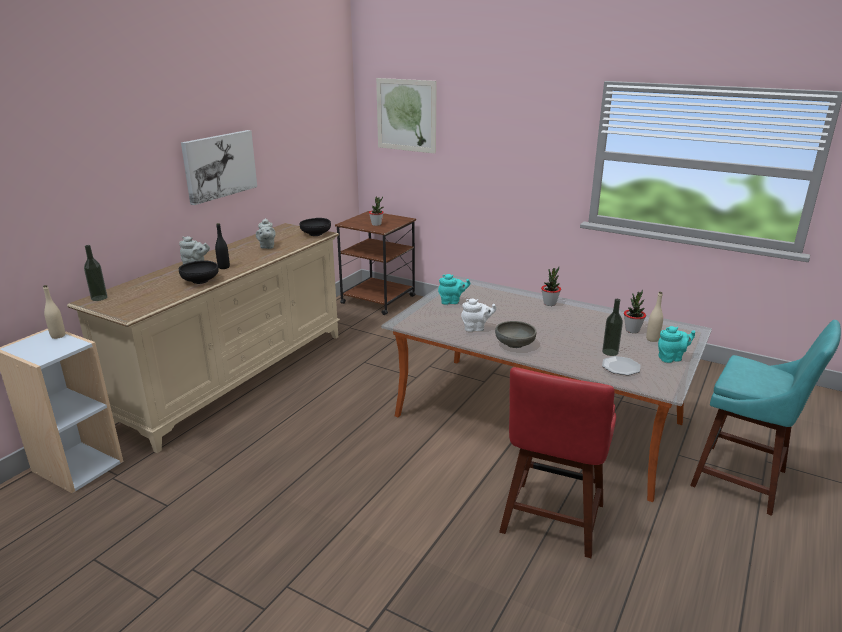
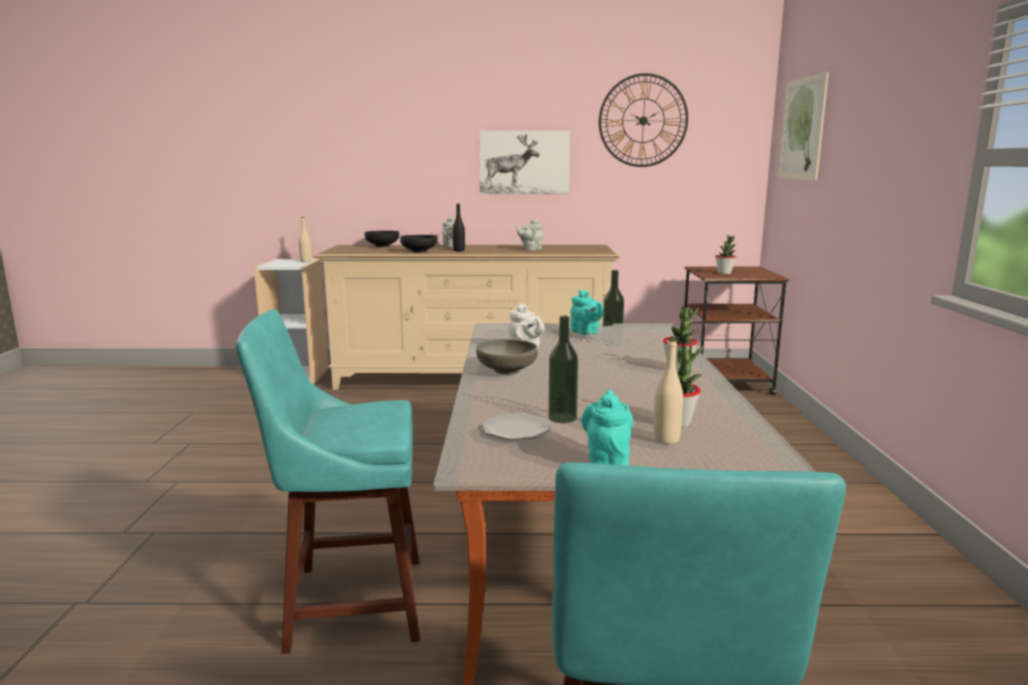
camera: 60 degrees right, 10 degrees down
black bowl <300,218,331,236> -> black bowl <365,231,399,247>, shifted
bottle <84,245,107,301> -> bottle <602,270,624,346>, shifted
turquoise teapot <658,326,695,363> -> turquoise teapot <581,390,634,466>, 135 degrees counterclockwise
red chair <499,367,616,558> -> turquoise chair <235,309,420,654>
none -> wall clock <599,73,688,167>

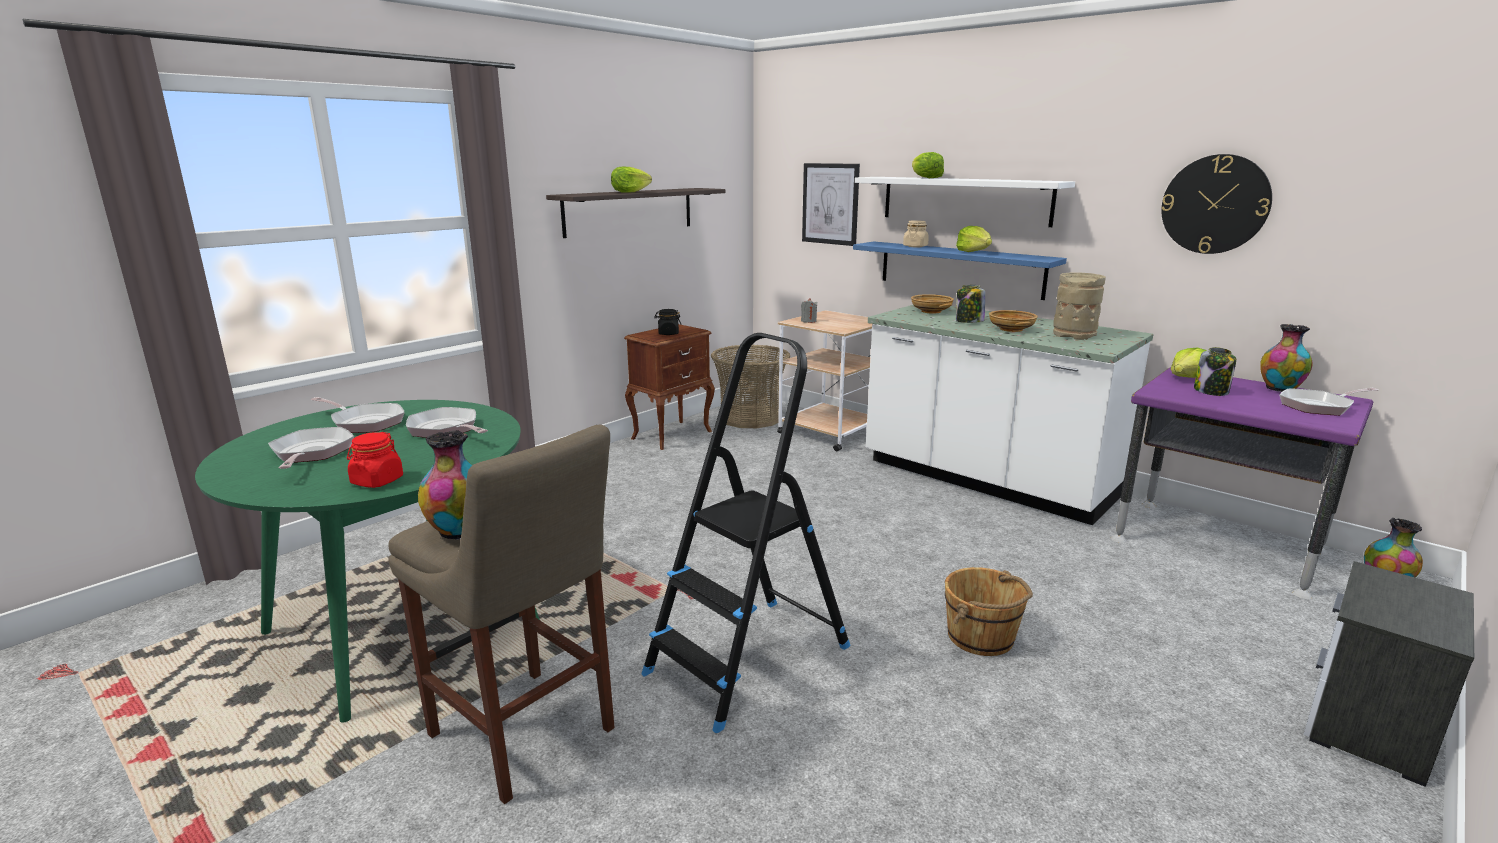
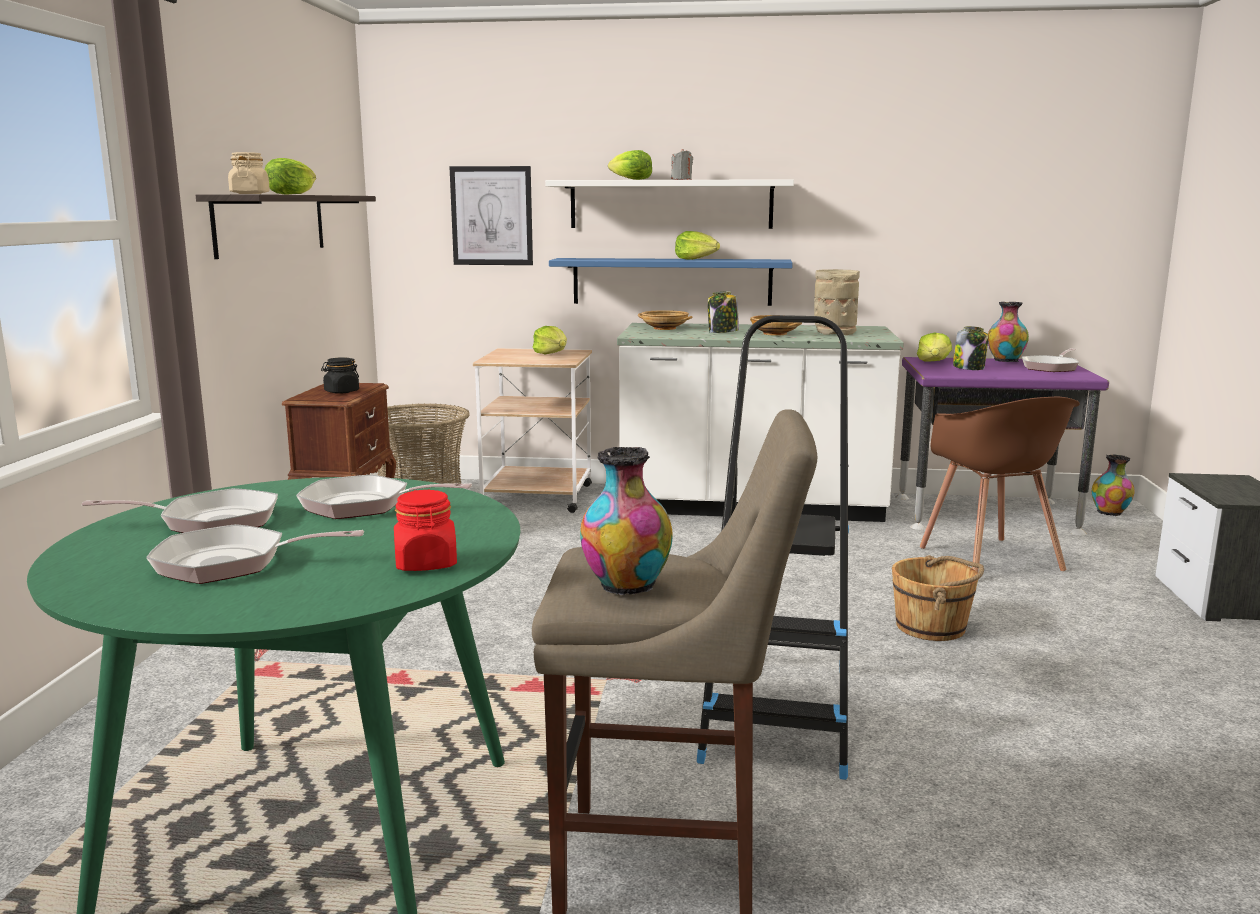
camera: 35 degrees left, 5 degrees down
wall clock <1161,154,1272,254> -> none
beige jar <903,220,929,247> -> beige jar <228,152,270,194>, shifted
grey candle <801,298,818,323> -> grey candle <671,149,693,180>, shifted
frying pan <268,427,354,469> -> frying pan <146,524,364,584>, 45 degrees counterclockwise
none -> lettuce <533,326,567,354>
none -> brown chair <920,397,1080,573>

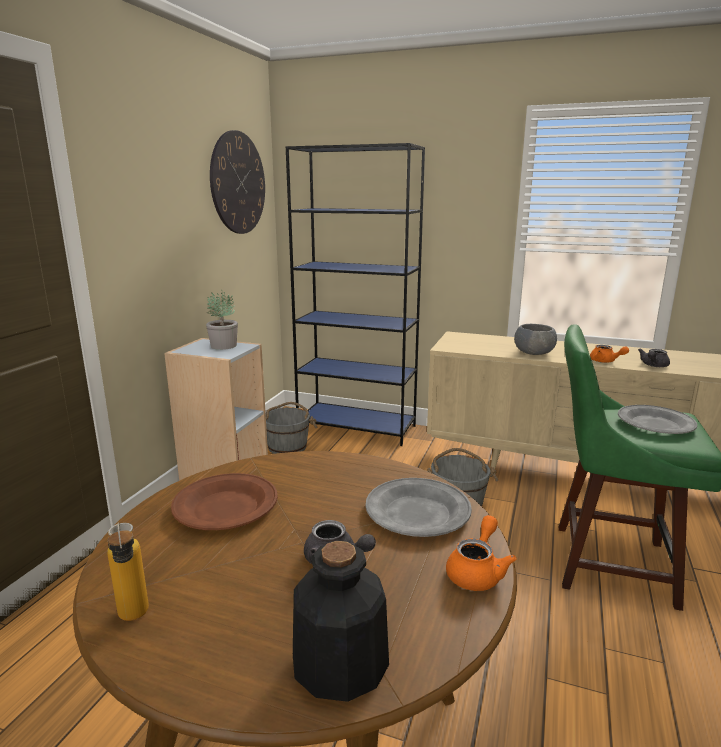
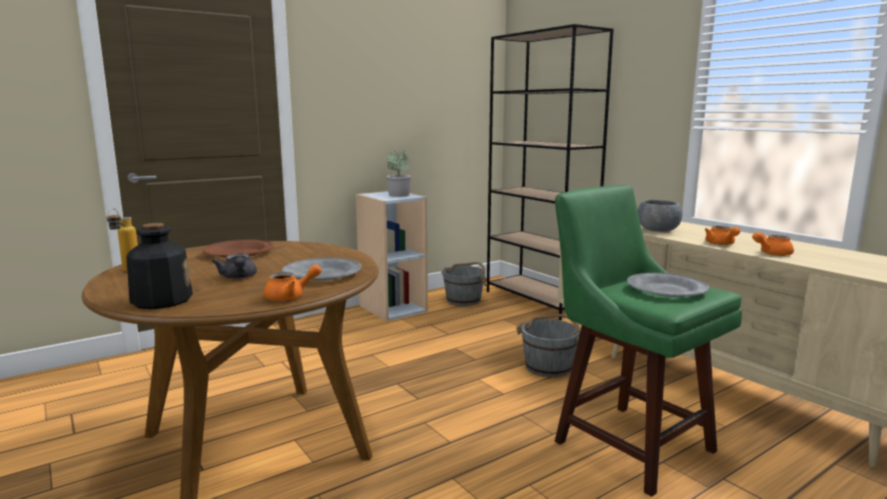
camera: 35 degrees right, 5 degrees down
wall clock <210,130,265,234> -> none
blue bookcase <286,143,425,446> -> beige bookcase <487,24,614,320>
grey teapot <638,348,670,367> -> orange teapot <752,232,794,256>

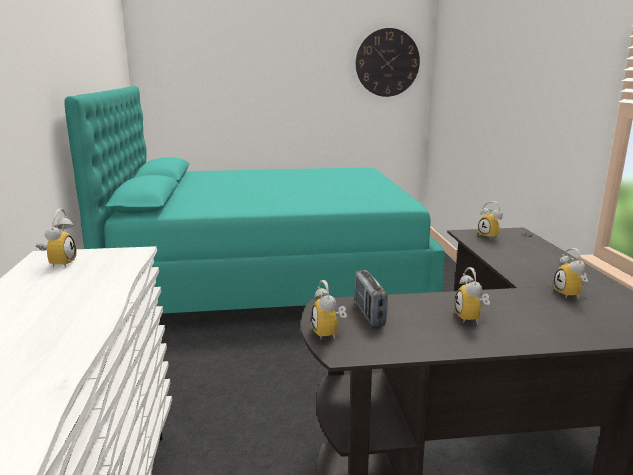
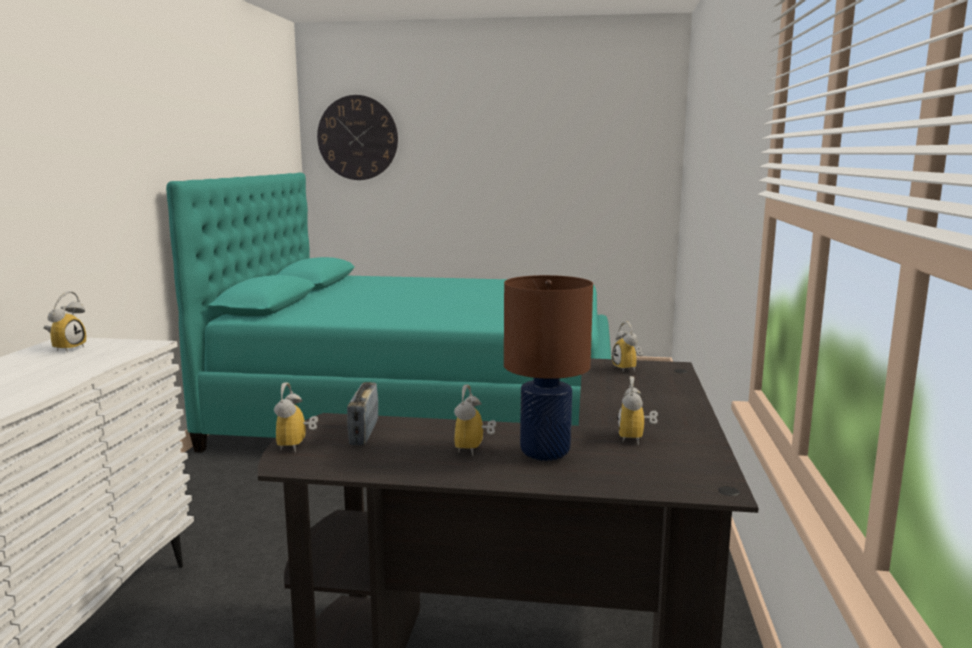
camera: 15 degrees right, 5 degrees down
wall clock <356,28,420,97> -> wall clock <317,95,398,180>, shifted
none -> brown table lamp <504,275,593,461>

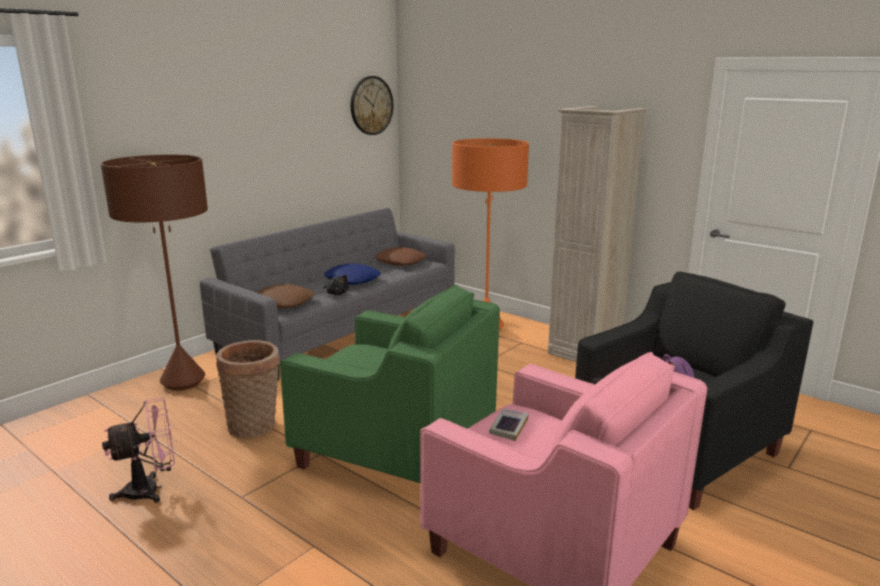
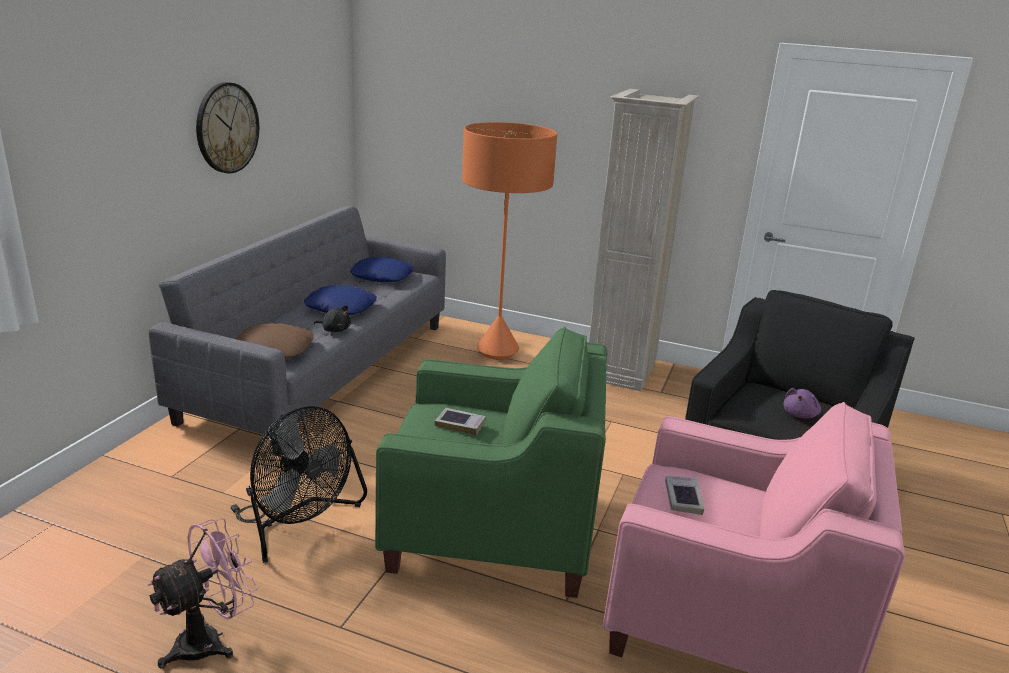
camera: 20 degrees left, 5 degrees up
wall clock <351,76,393,135> -> wall clock <196,82,259,173>, shifted
brown floor lamp <101,155,208,390> -> none
brown pillow <375,247,426,265> -> blue pillow <350,257,414,282>
basket <216,340,279,438> -> black fan <231,406,367,563>
none -> book <435,408,486,435>

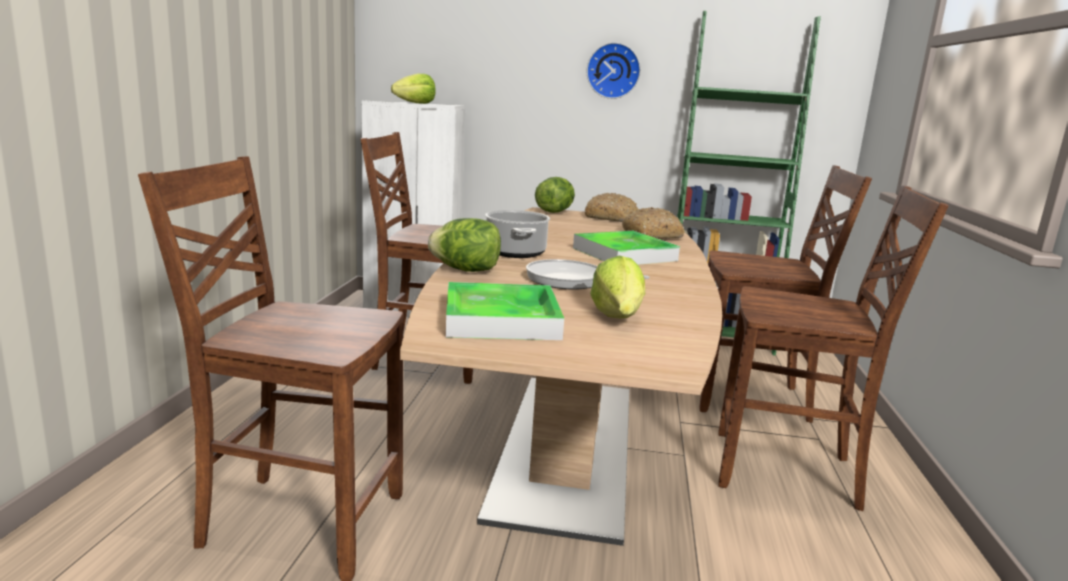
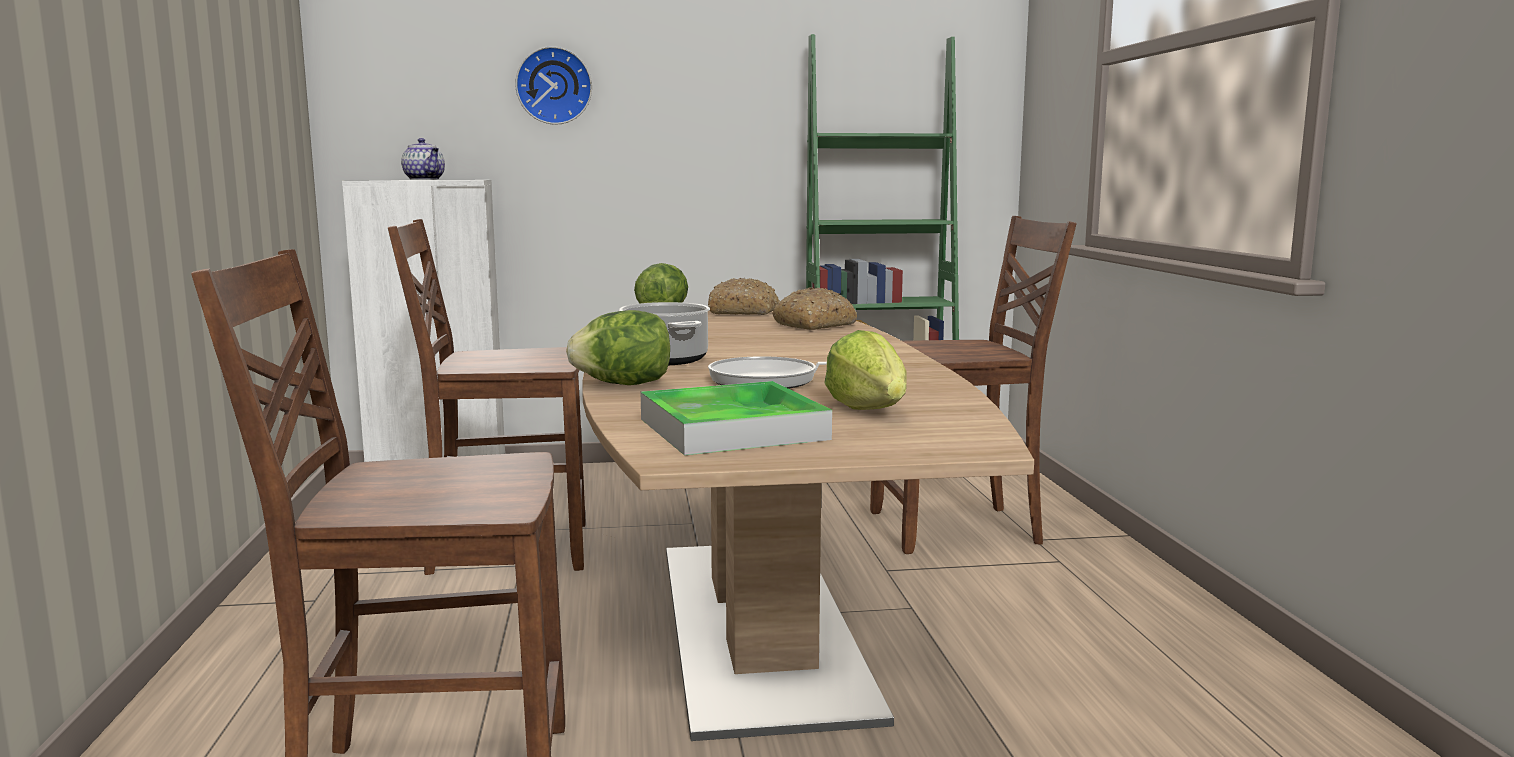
camera: 15 degrees left, 5 degrees down
wall clock <587,42,641,99> -> wall clock <515,46,592,125>, shifted
lettuce <391,73,435,104> -> teapot <401,138,445,180>
brown chair <718,185,949,511> -> none
tray <573,231,680,265> -> none

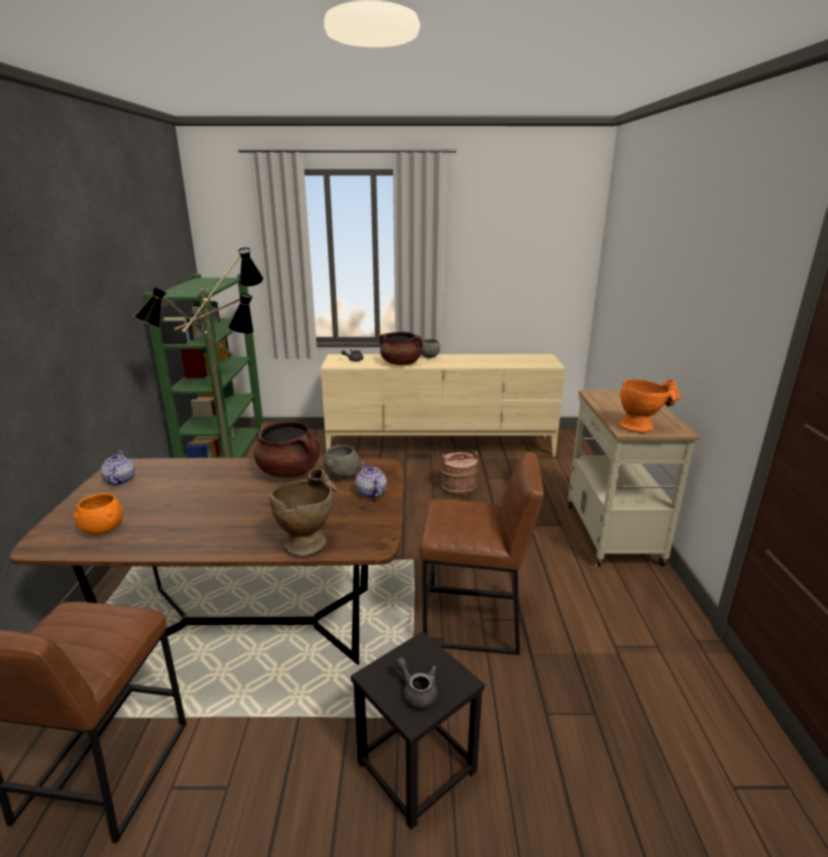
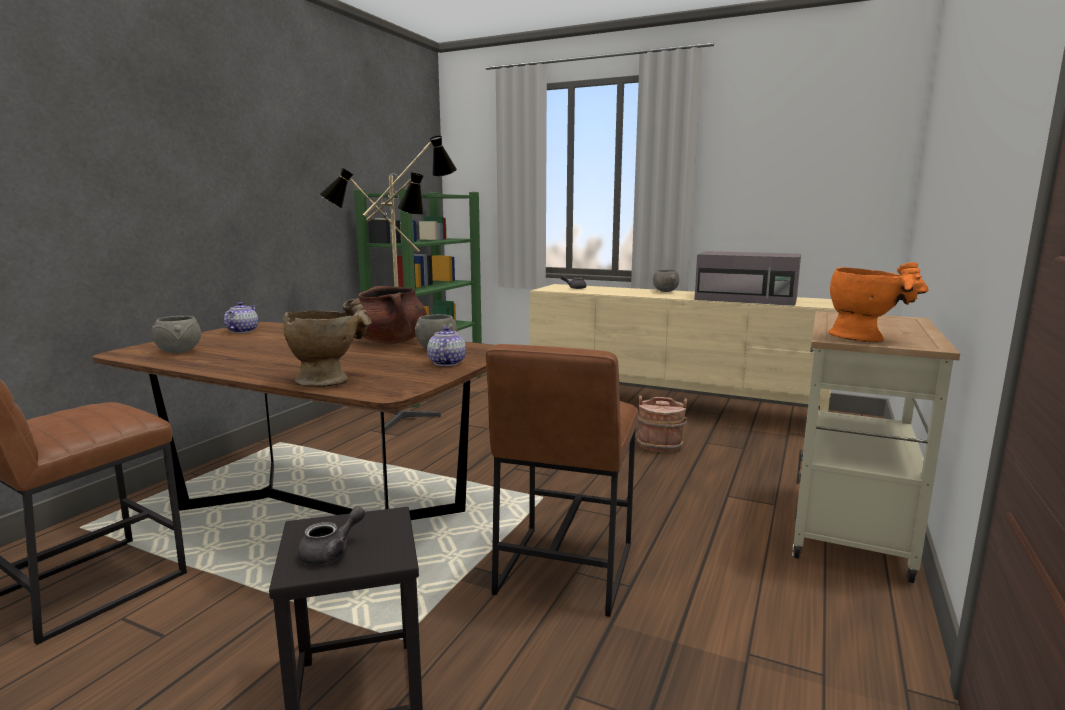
camera: 25 degrees right, 10 degrees down
brown cooking pot <380,332,423,365> -> none
brown chair <419,452,544,655> -> brown chair <486,344,638,617>, 75 degrees clockwise
orange bowl <74,493,123,535> -> grey bowl <152,316,201,353>
grey teapot <396,657,438,710> -> grey teapot <298,506,366,565>, 60 degrees clockwise
none -> grey microwave <695,251,801,306>

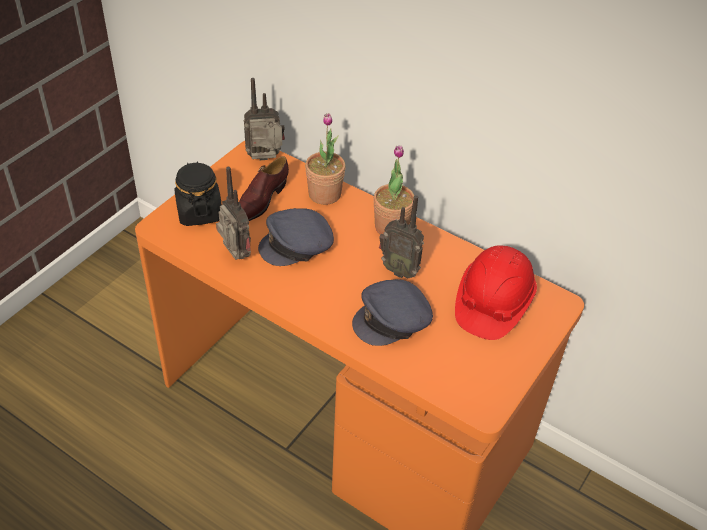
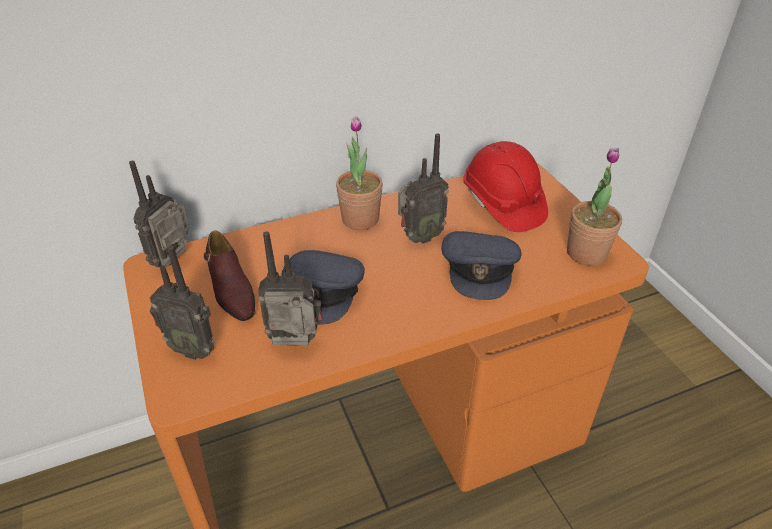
camera: 55 degrees left, 5 degrees down
potted plant <305,113,346,205> -> potted plant <567,147,622,265>, shifted
black jar <174,161,222,226> -> radio <150,246,215,360>

